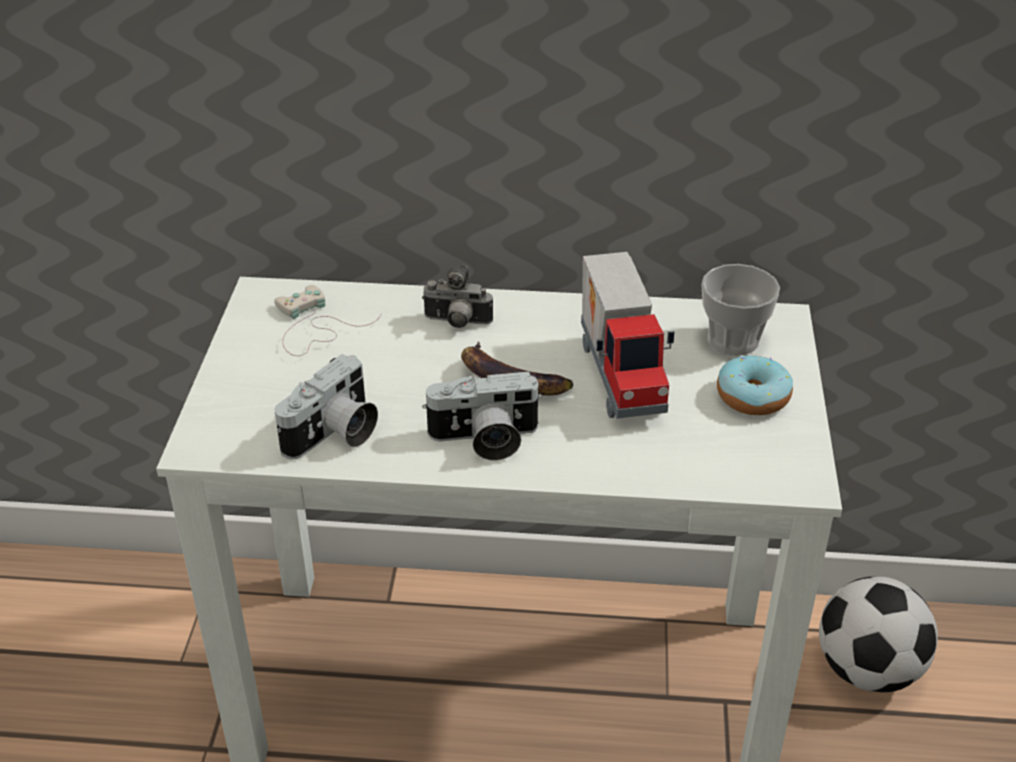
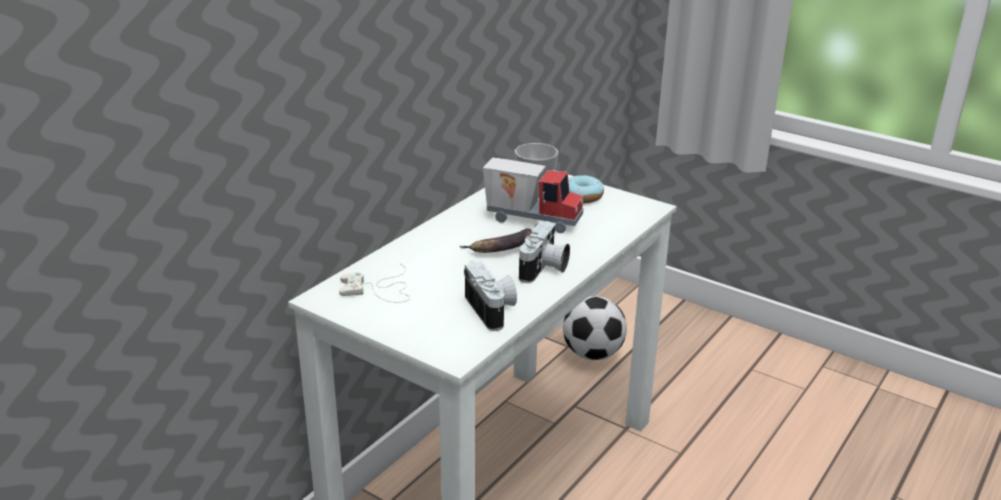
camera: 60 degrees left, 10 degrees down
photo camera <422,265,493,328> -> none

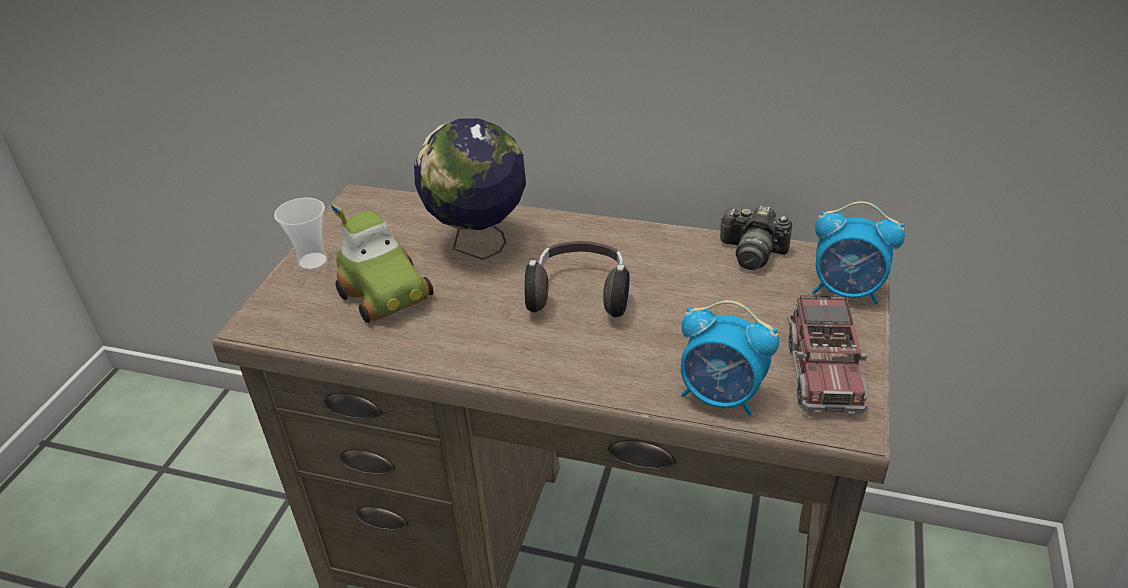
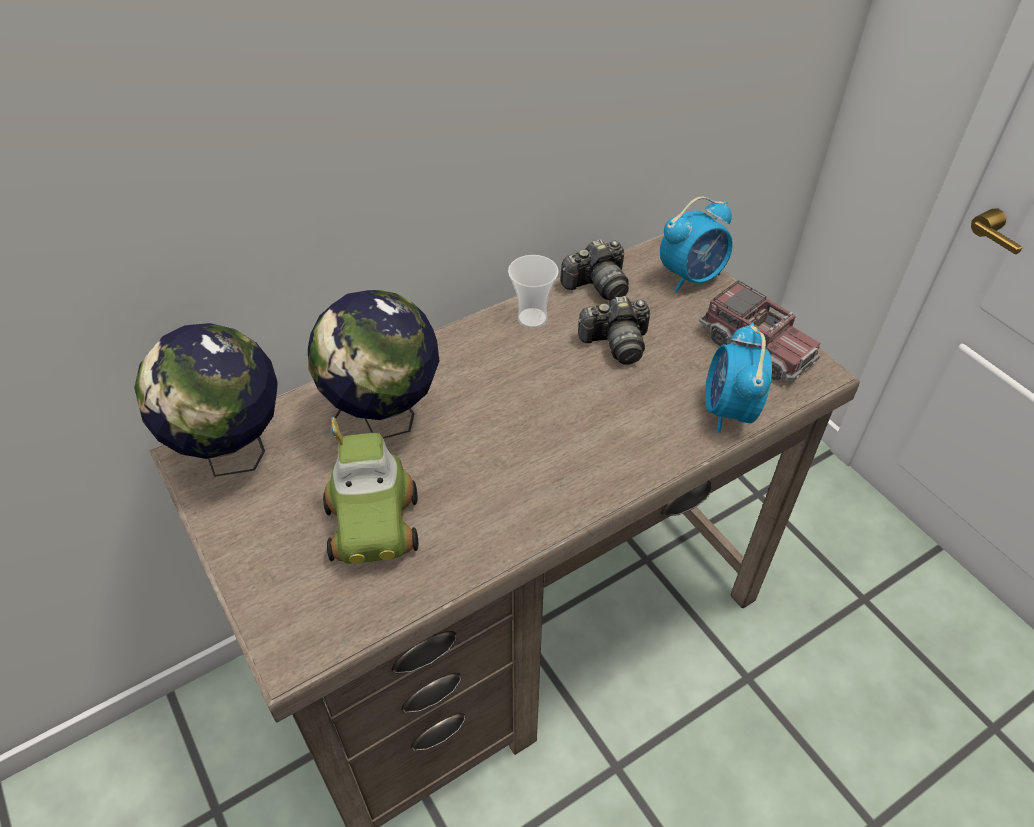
camera: 50 degrees left, 10 degrees up
cup <274,197,328,271> -> cup <508,255,559,329>, shifted
toy car <331,204,434,323> -> toy car <323,417,418,564>, 75 degrees clockwise
headphones <525,241,630,317> -> none
alarm clock <681,300,779,415> -> alarm clock <705,323,772,433>, 120 degrees clockwise
none -> photo camera <578,296,650,365>
none -> globe <134,323,278,477>

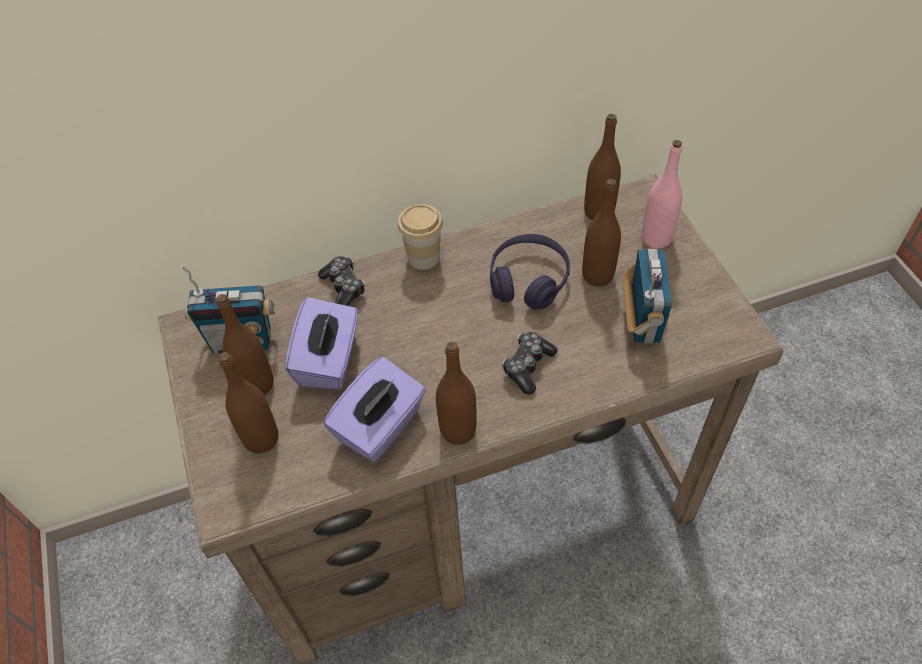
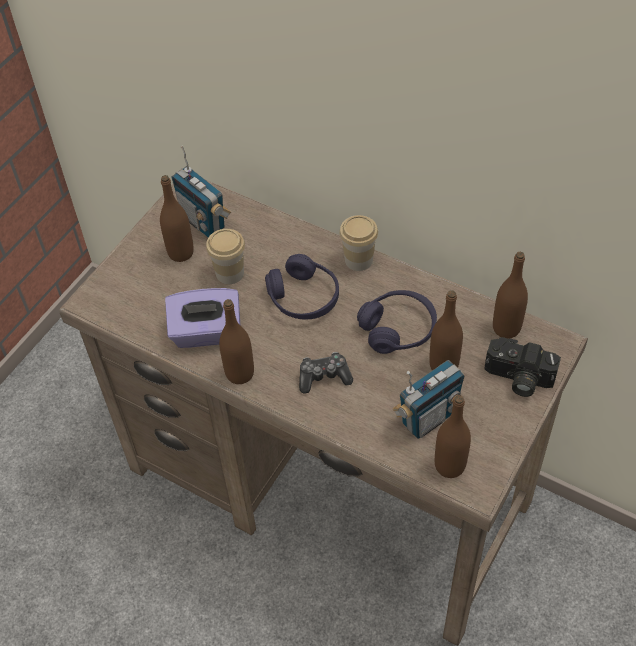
camera: 50 degrees right, 0 degrees up
pink bottle <642,140,683,249> -> photo camera <485,337,561,397>
game controller <318,256,365,306> -> none
purple tissue box <286,297,358,389> -> cup <206,229,245,284>
brown bottle <219,352,278,453> -> brown bottle <435,395,471,478>, shifted
none -> purple headphones <265,254,339,320>

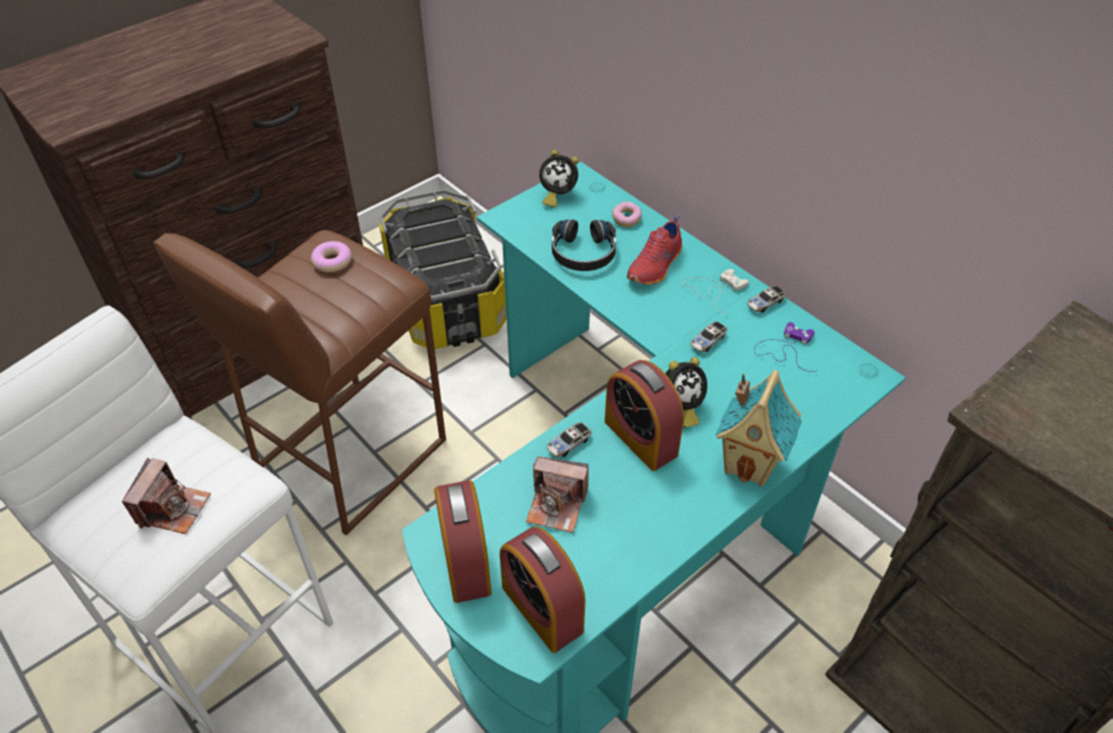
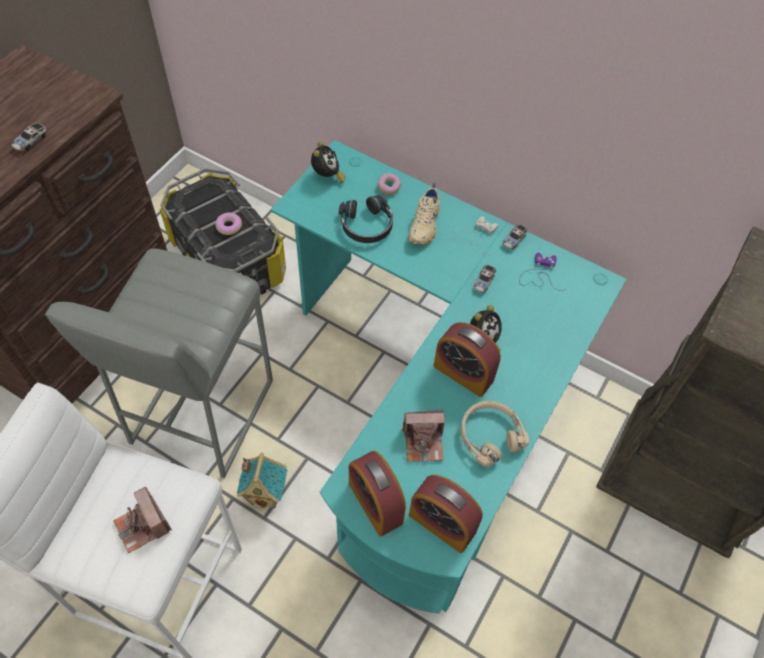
camera: 20 degrees left, 10 degrees up
alarm clock <539,149,579,208> -> alarm clock <311,142,345,183>, 75 degrees counterclockwise
red shoe <627,215,682,285> -> beige shoe <408,182,440,245>
brown stool <153,230,446,535> -> grey stool <45,248,273,478>
donut <311,241,352,273> -> donut <215,213,242,235>, shifted
toy house <715,370,802,487> -> toy house <236,453,288,508>, shifted
toy car <547,422,591,457> -> toy car <12,123,47,151>, shifted
photo camera <122,458,211,534> -> photo camera <113,487,172,553>, 150 degrees clockwise
none -> beige headphones <460,401,529,467>

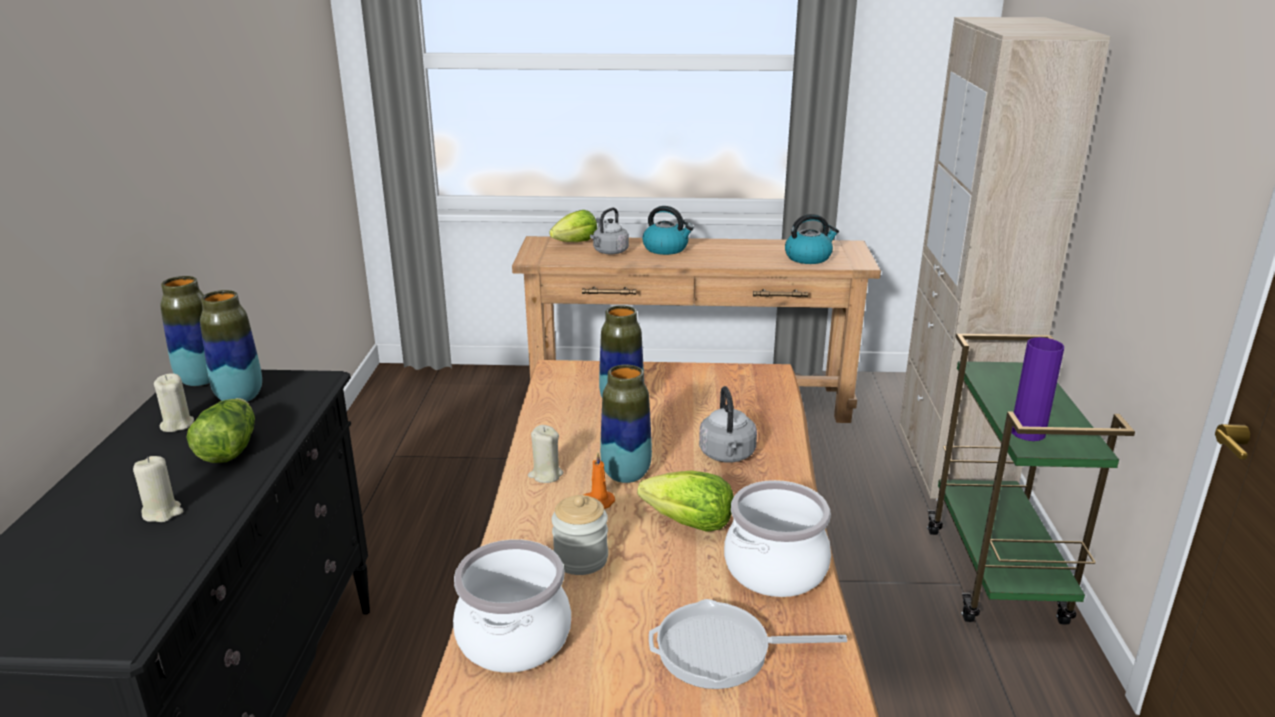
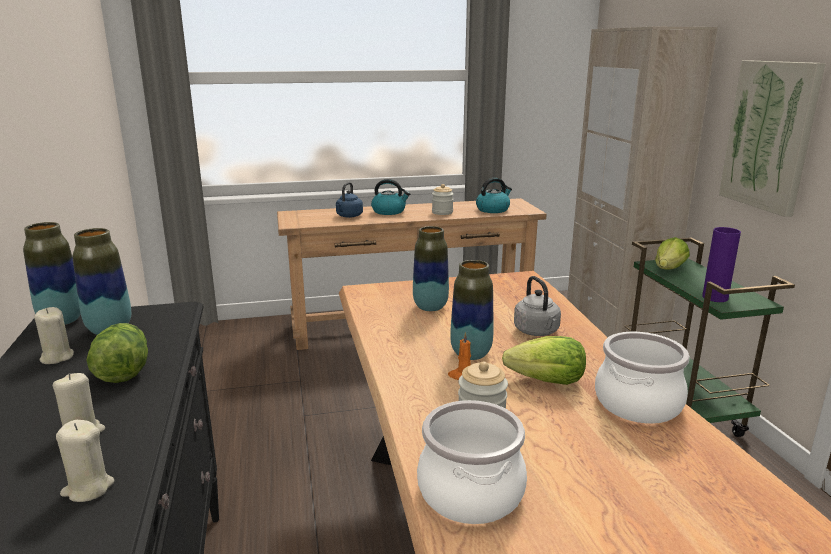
camera: 15 degrees left, 5 degrees down
grey kettle <590,208,629,254> -> blue kettle <336,182,363,218>
lettuce <549,210,597,242> -> lettuce <655,237,690,270>, shifted
beige candle <528,425,563,483> -> beige candle <56,420,115,502>, shifted
frying pan <649,599,847,689> -> none
none -> picture <719,60,826,217>
none -> jar <432,184,453,215>

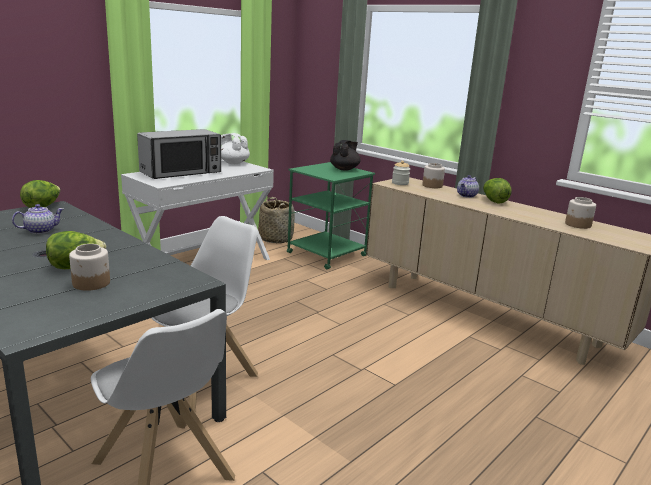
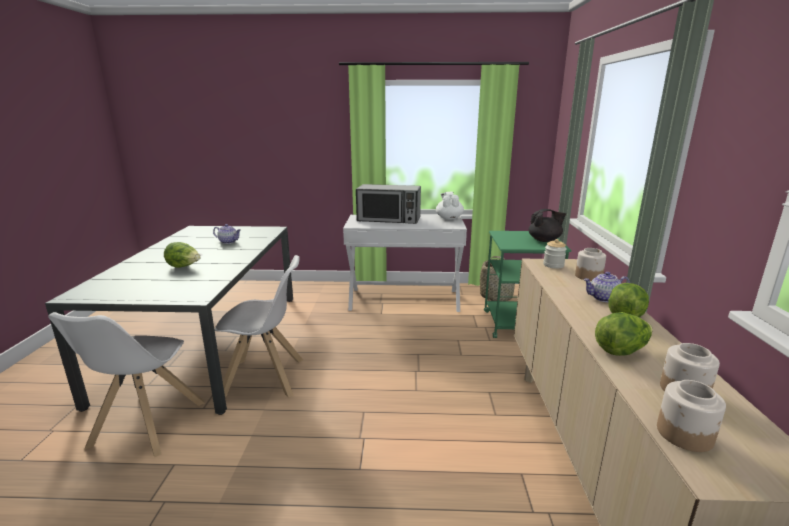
camera: 50 degrees right, 0 degrees up
lettuce <20,180,61,208> -> lettuce <595,312,652,356>, shifted
jar <69,244,110,291> -> jar <657,380,726,452>, shifted

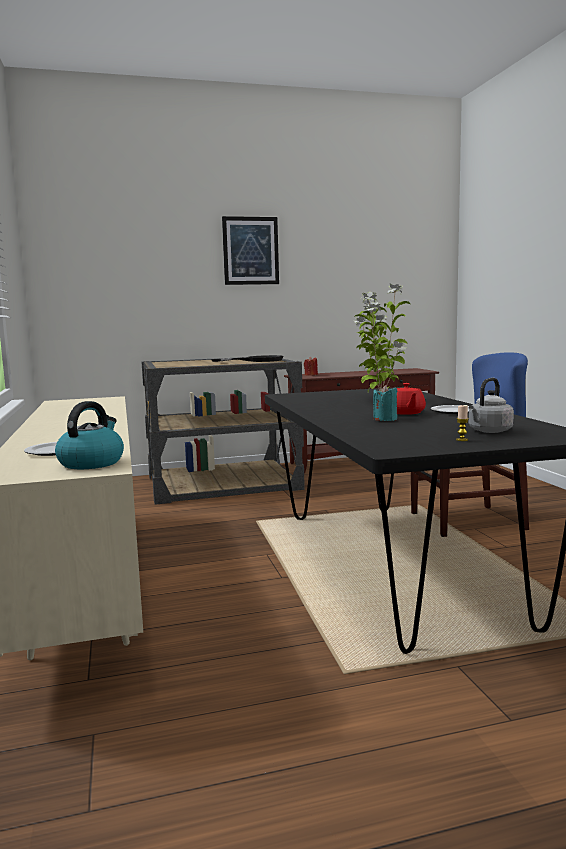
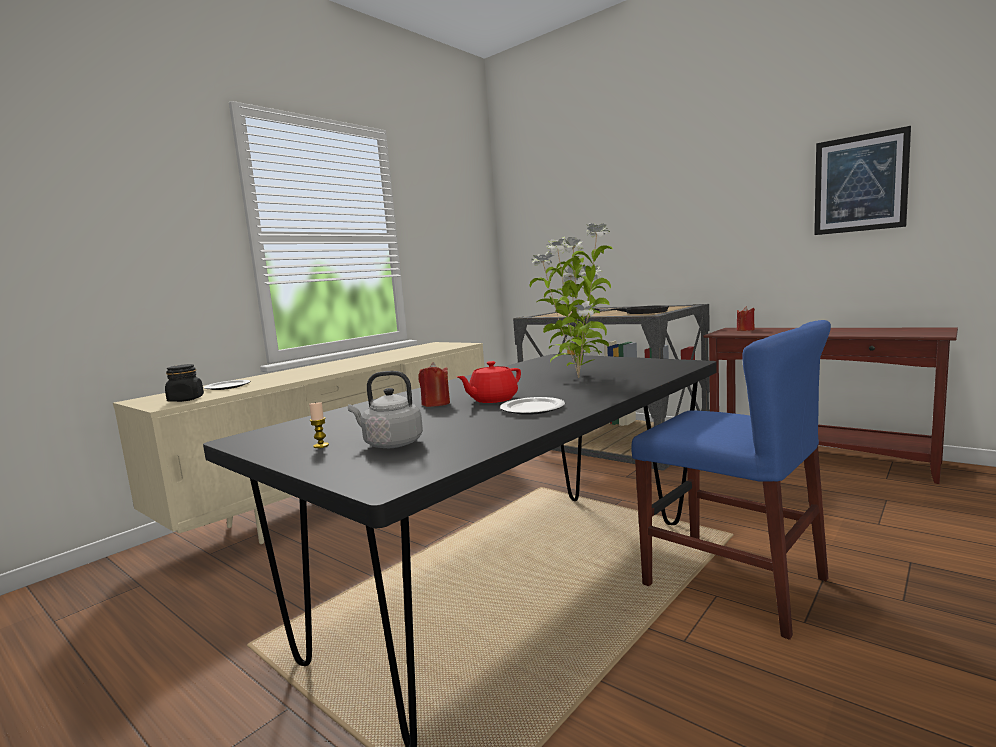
camera: 55 degrees right, 0 degrees up
picture <222,216,279,285> -> picture <814,126,911,235>, shifted
turquoise candle <373,385,397,421> -> red candle <418,362,450,407>
kettle <55,401,124,469> -> black jar <165,364,204,402>

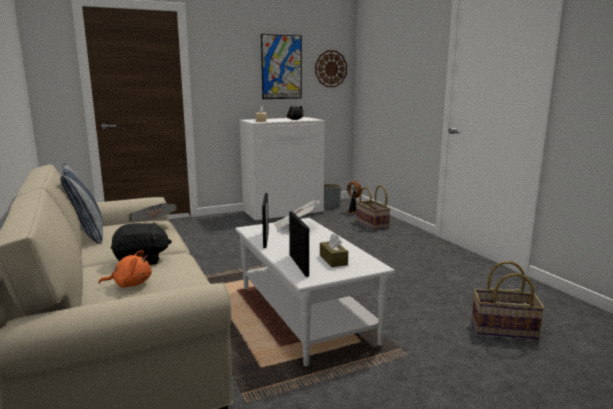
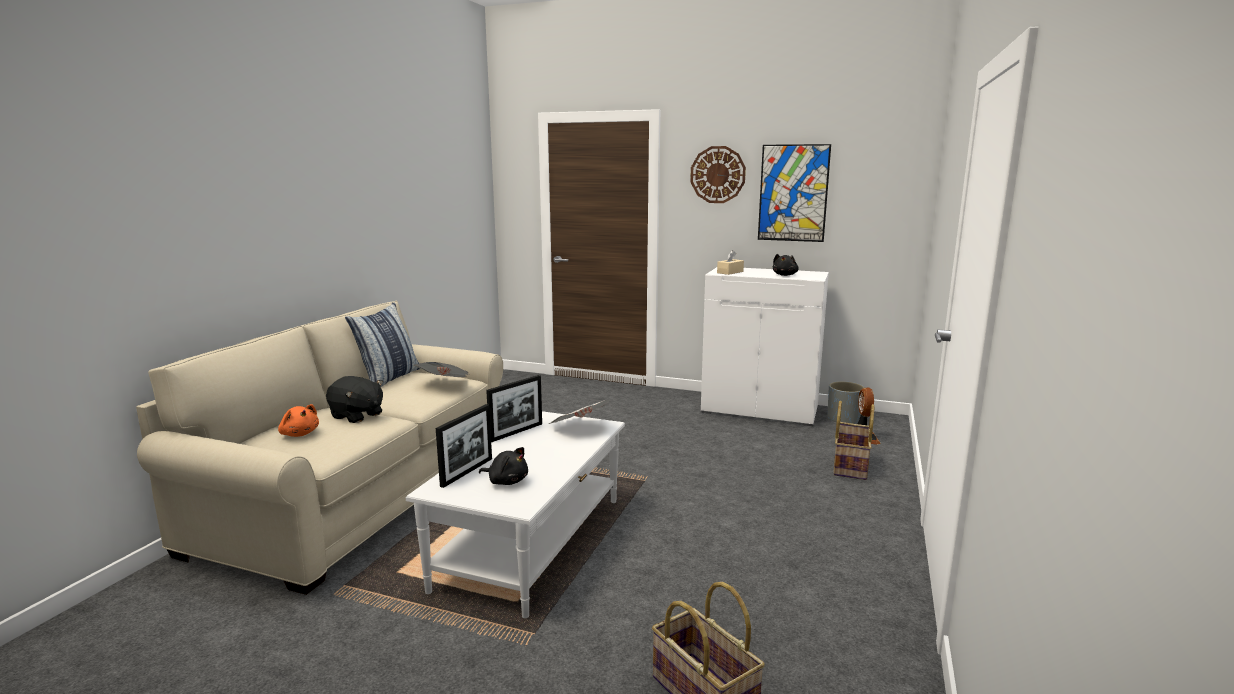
camera: 45 degrees right, 0 degrees up
wall clock <315,50,347,87> -> wall clock <690,146,746,203>, shifted
brown tissue box <320,234,348,267> -> black plush toy <479,447,528,485>

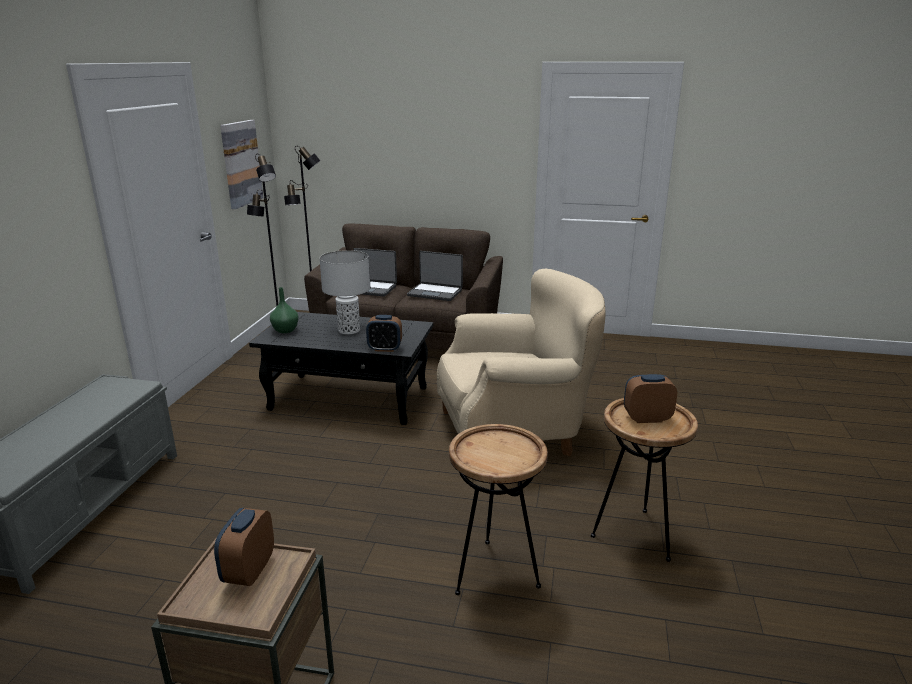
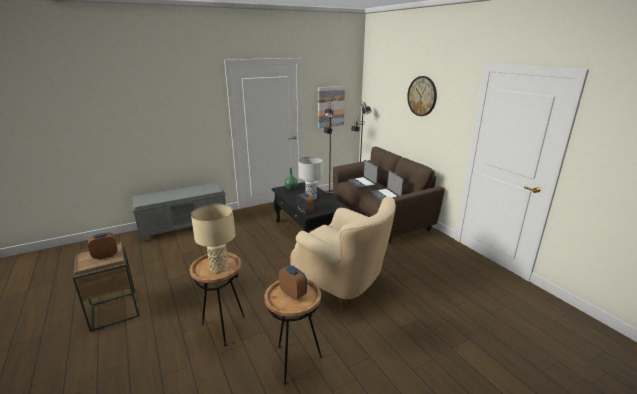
camera: 50 degrees right, 0 degrees up
none -> wall clock <407,76,437,116>
none -> beige table lamp <191,204,235,273>

